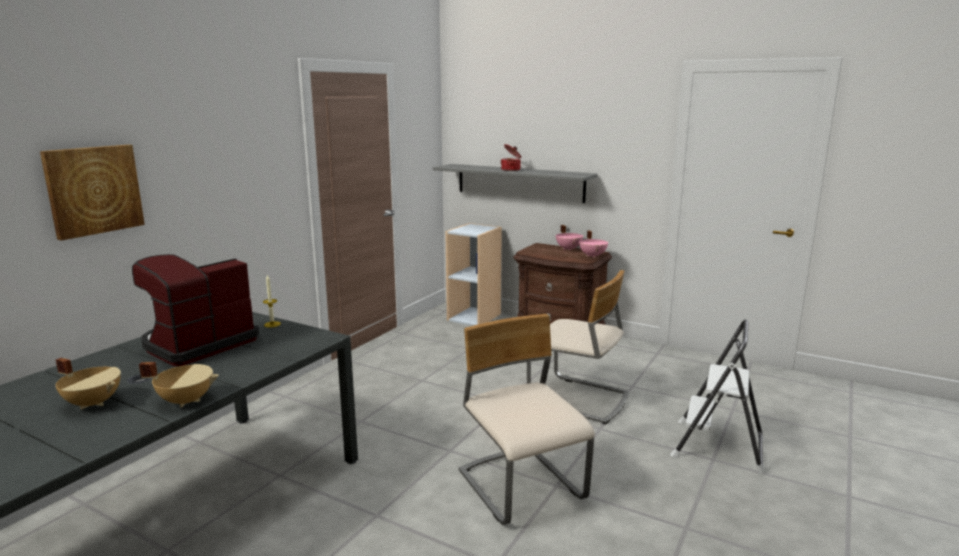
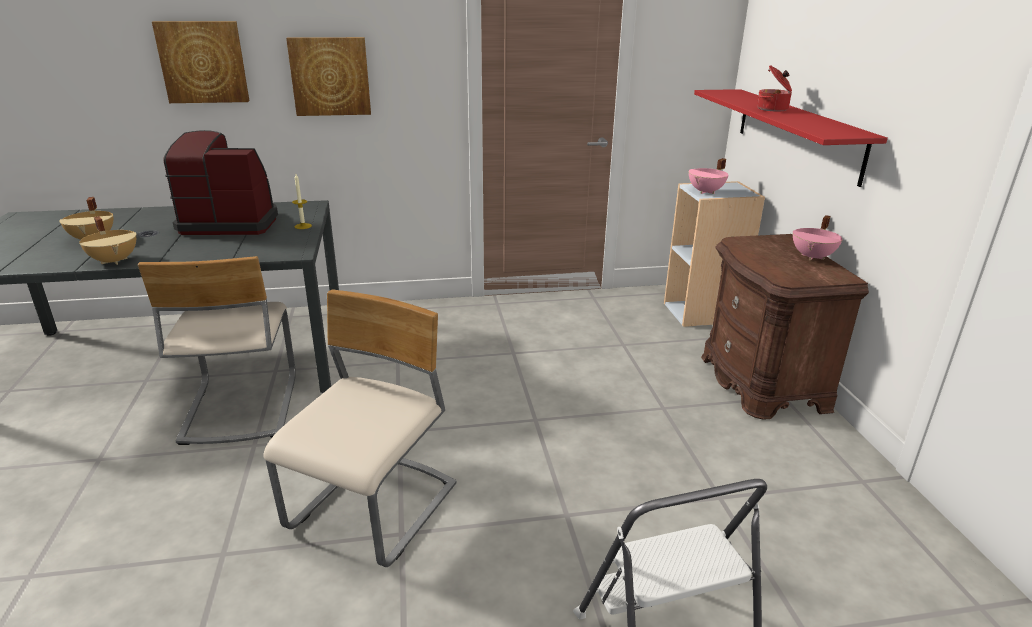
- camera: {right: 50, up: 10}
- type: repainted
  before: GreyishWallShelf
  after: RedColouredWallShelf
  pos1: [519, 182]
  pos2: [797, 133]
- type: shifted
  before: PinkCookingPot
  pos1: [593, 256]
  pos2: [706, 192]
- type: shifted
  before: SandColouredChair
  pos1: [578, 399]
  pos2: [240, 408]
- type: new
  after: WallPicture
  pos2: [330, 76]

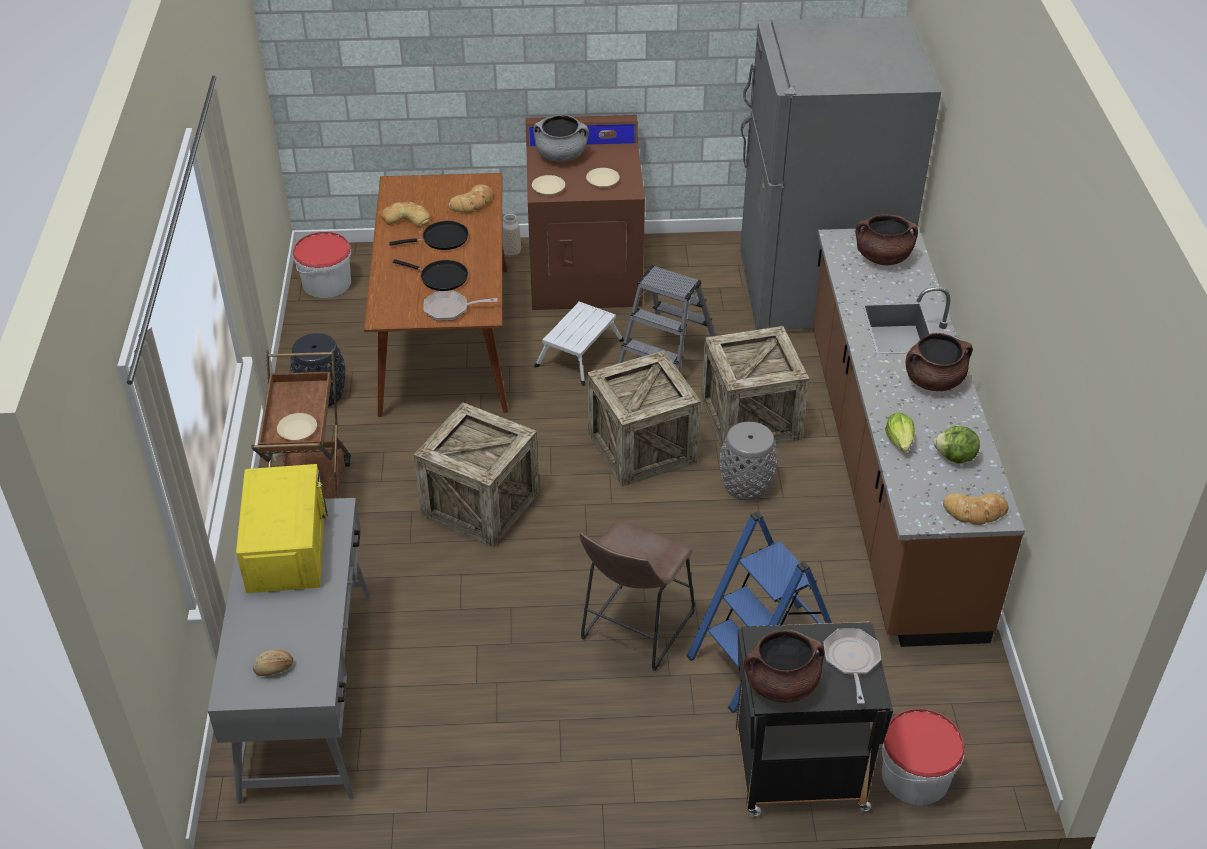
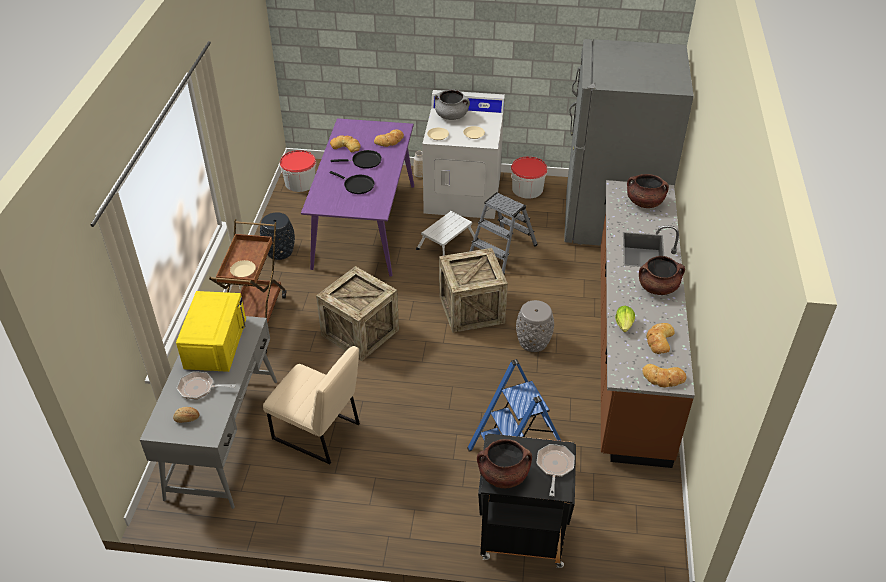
- camera: {right: 10, up: 0}
- type: repainted
  before: BrownColouredLaundryAppliance
  after: WhitishLaundryAppliance
  pos1: [585, 272]
  pos2: [463, 193]
- type: repainted
  before: BrownColouredDiningTable
  after: PurplishDiningTable
  pos1: [446, 339]
  pos2: [365, 226]
- type: shifted
  before: Skillet
  pos1: [450, 309]
  pos2: [199, 388]
- type: gone
  before: Crate
  pos1: [750, 418]
- type: swapped
  before: Lettuce
  after: Bread
  pos1: [955, 457]
  pos2: [659, 340]
- type: gone
  before: BrownColouredStoolSeat
  pos1: [633, 629]
- type: shifted
  before: Pail
  pos1: [915, 775]
  pos2: [527, 189]
- type: new
  after: SandColouredChair
  pos2: [318, 432]

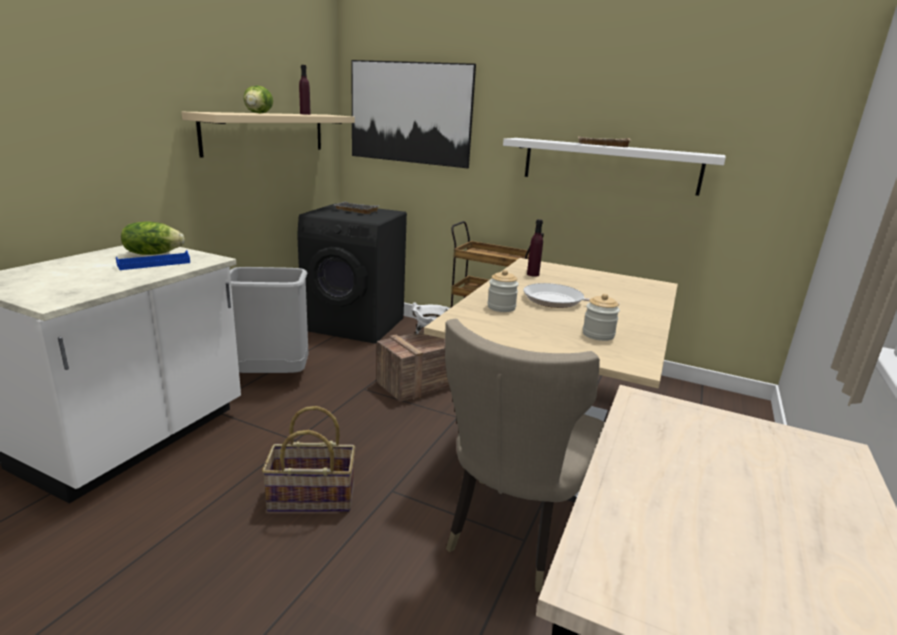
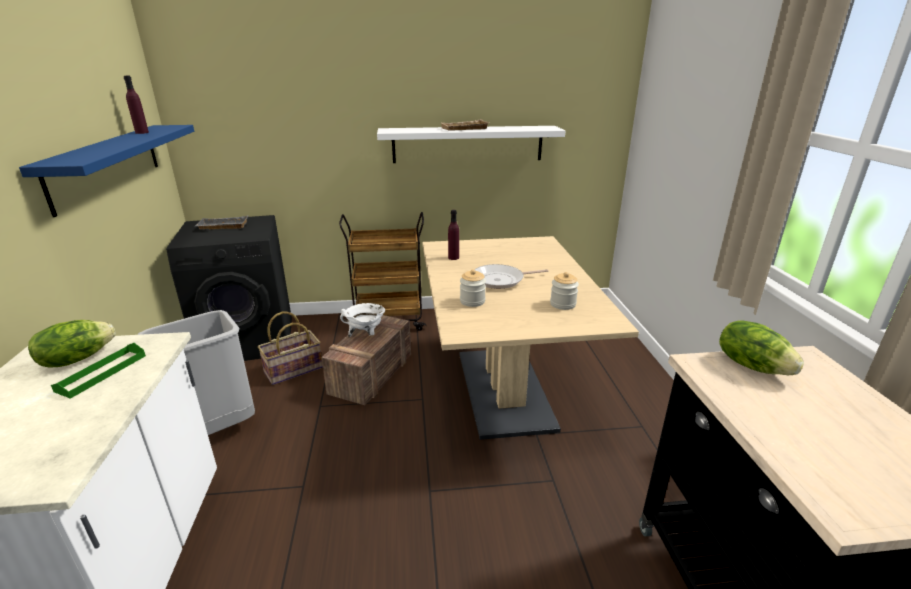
- camera: {right: -30, up: 5}
- type: gone
  before: WallPicture
  pos1: [409, 113]
- type: shifted
  before: Lettuce
  pos1: [259, 113]
  pos2: [752, 366]
- type: repainted
  before: SandColouredWallShelf
  after: BluishWallShelf
  pos1: [266, 133]
  pos2: [107, 165]
- type: repainted
  before: BluishServingTray
  after: GreenServingTray
  pos1: [154, 264]
  pos2: [102, 373]
- type: gone
  before: SandColouredChair
  pos1: [511, 535]
- type: shifted
  before: StorageBasket
  pos1: [311, 498]
  pos2: [293, 370]

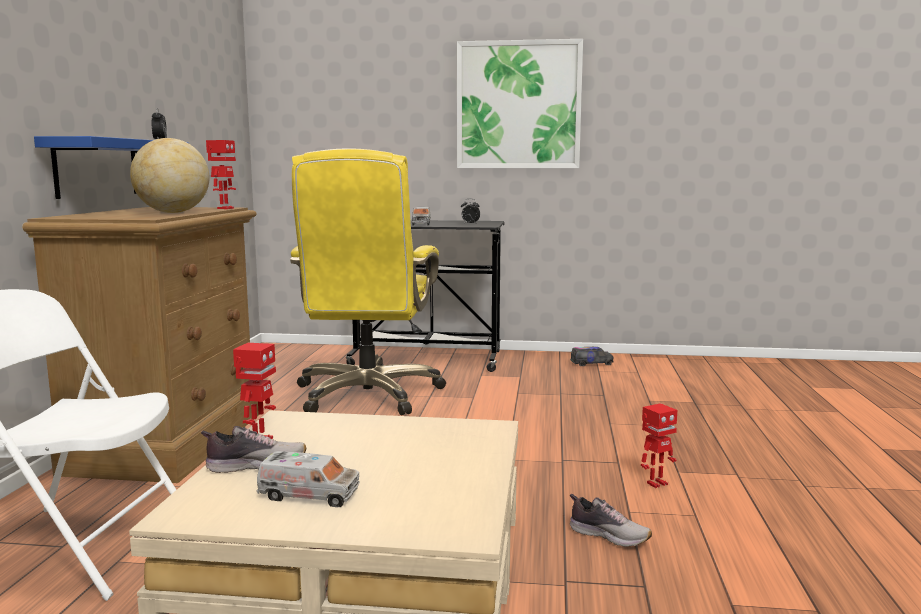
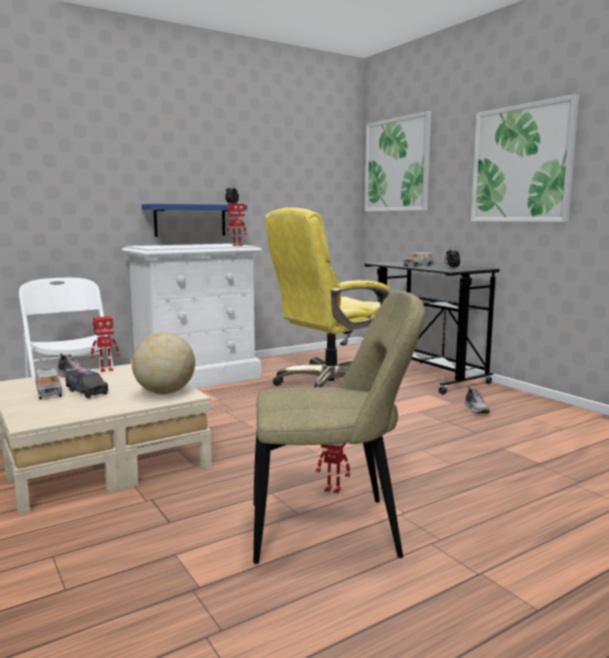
- camera: {right: 50, up: 0}
- type: shifted
  before: DeskGlobe
  pos1: [172, 212]
  pos2: [165, 392]
- type: repainted
  before: BrownColouredChestOfDrawers
  after: WhitishChestOfDrawers
  pos1: [170, 439]
  pos2: [196, 378]
- type: shifted
  before: ToyLorry
  pos1: [591, 363]
  pos2: [87, 392]
- type: shifted
  before: ItemOfFootwear
  pos1: [609, 535]
  pos2: [477, 410]
- type: new
  after: WallPicture
  pos2: [397, 165]
- type: new
  after: SandColouredChair
  pos2: [331, 530]

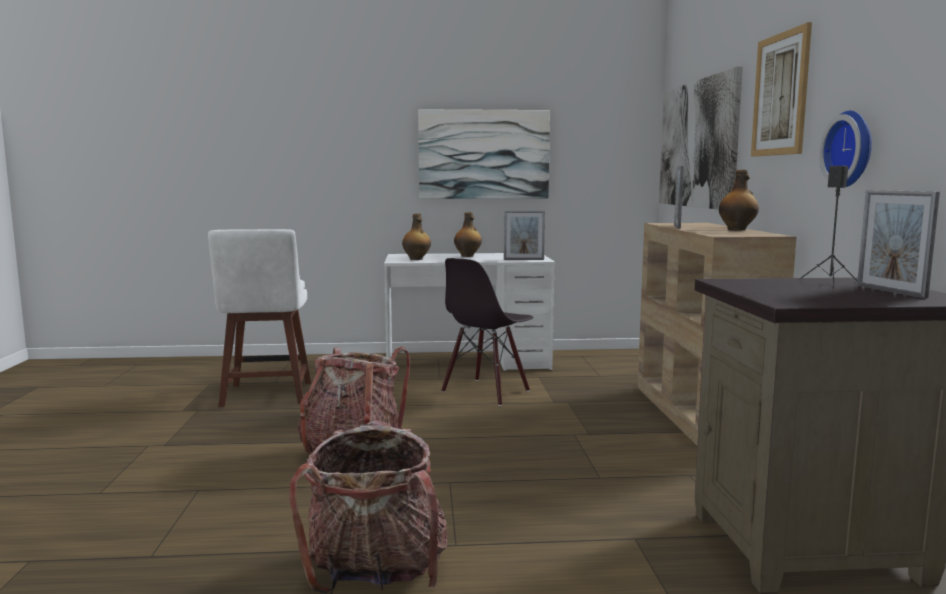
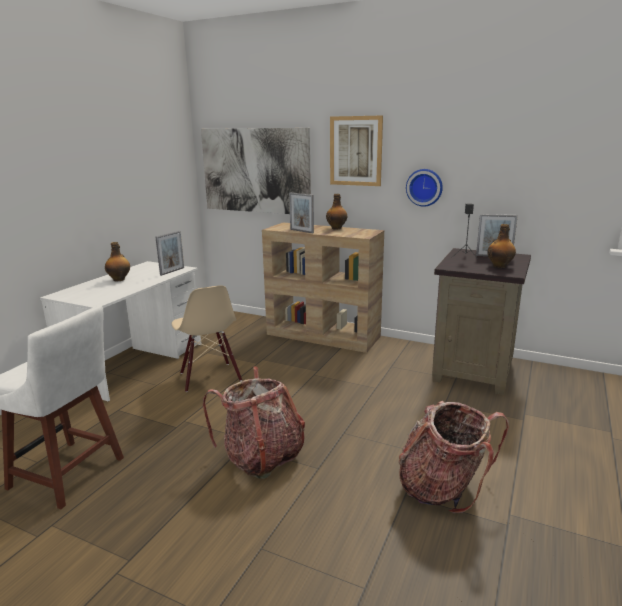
- camera: {right: -60, up: 10}
- type: gone
  before: WallPicture
  pos1: [484, 154]
- type: shifted
  before: BeverageBottle
  pos1: [416, 259]
  pos2: [500, 266]
- type: repainted
  before: BlackColouredChair
  after: SandColouredChair
  pos1: [486, 392]
  pos2: [209, 377]

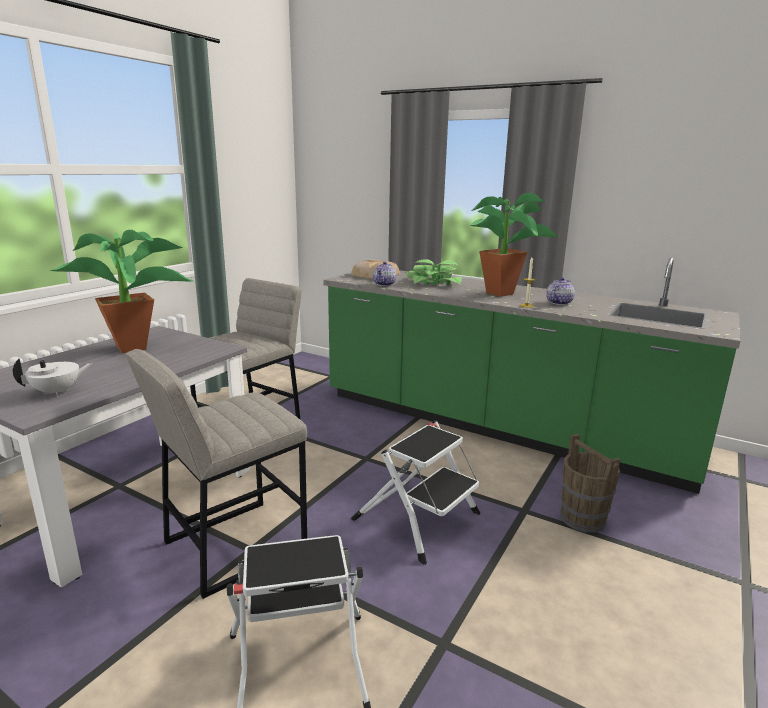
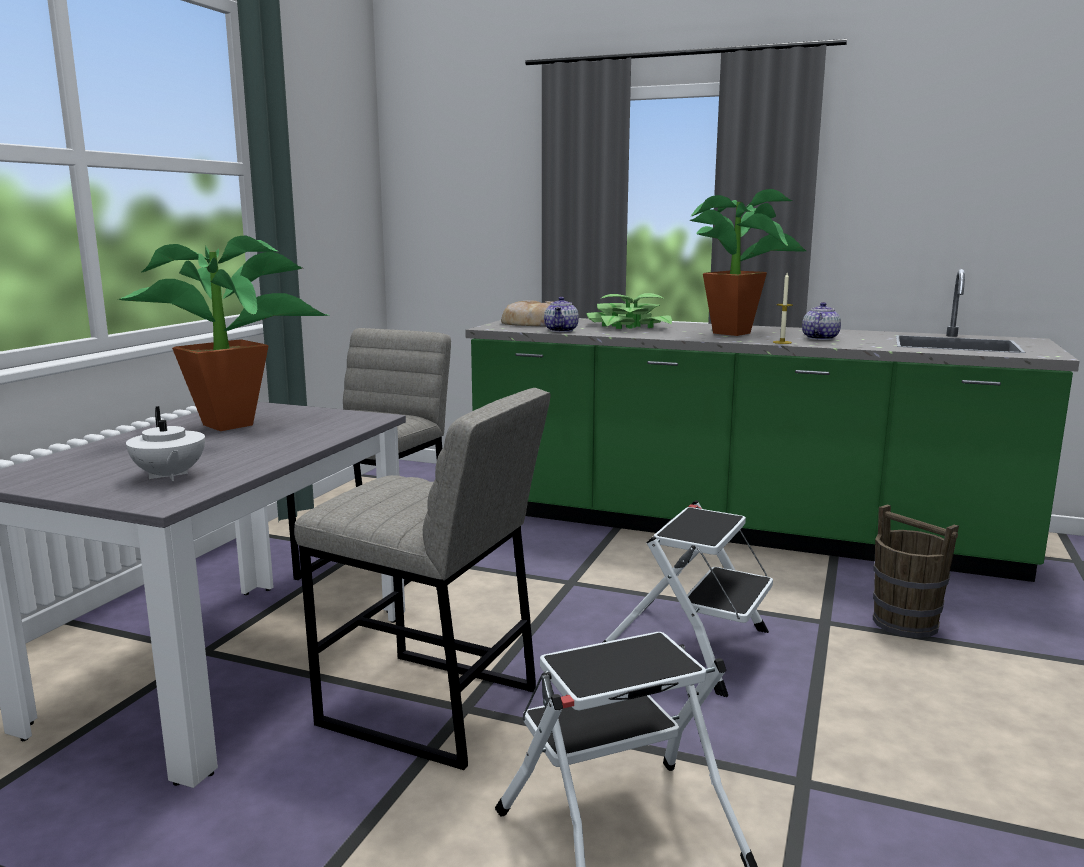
- camera: {right: -10, up: -5}
- type: rotated
  before: GreyishChair
  pos1: [232, 546]
  pos2: [434, 707]
  turn: -105
- type: rotated
  before: WhitishTeapot
  pos1: [57, 392]
  pos2: [169, 476]
  turn: 105

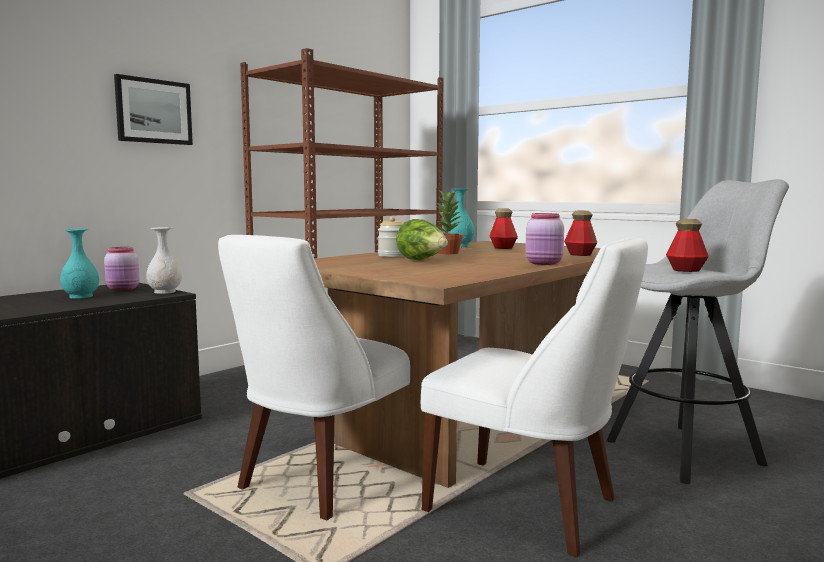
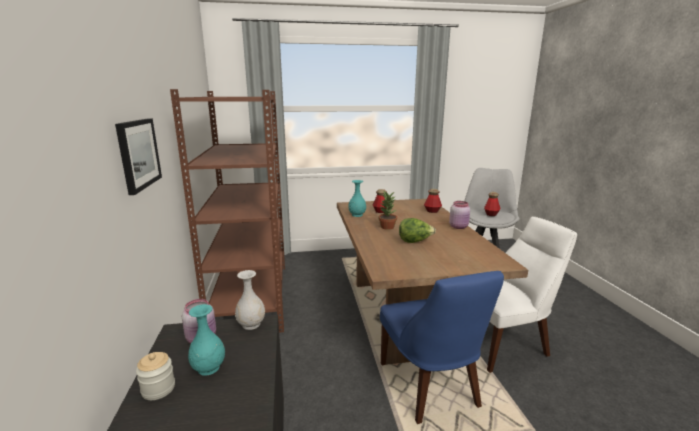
- camera: {right: -50, up: 10}
- type: shifted
  before: StorageJar
  pos1: [392, 255]
  pos2: [158, 389]
- type: repainted
  before: WhitishChair
  after: BluishChair
  pos1: [323, 479]
  pos2: [430, 387]

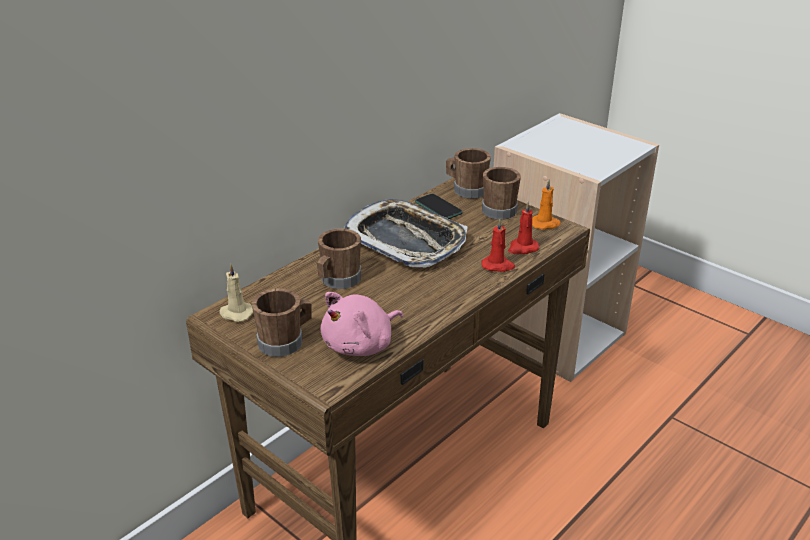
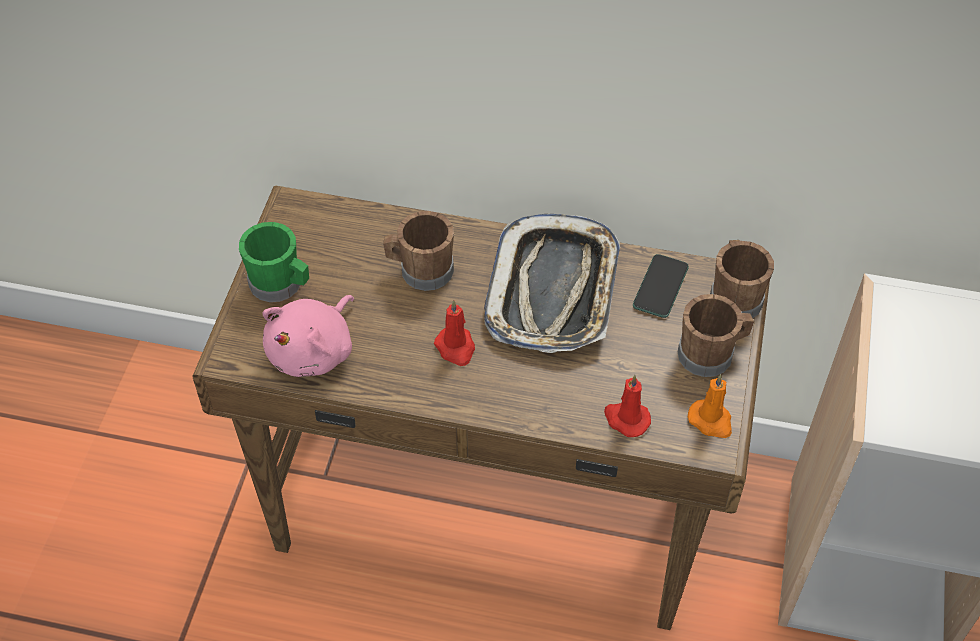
- camera: {right: 60, up: 20}
- type: shifted
  before: RedColouredWaxCandle
  pos1: [498, 266]
  pos2: [456, 348]
- type: gone
  before: SandColouredWaxCandle
  pos1: [235, 313]
- type: repainted
  before: BrownColouredCoffeeMug
  after: GreenCoffeeMug
  pos1: [285, 341]
  pos2: [281, 285]
- type: rotated
  before: PinkCuddlyToy
  pos1: [361, 345]
  pos2: [314, 351]
  turn: -75

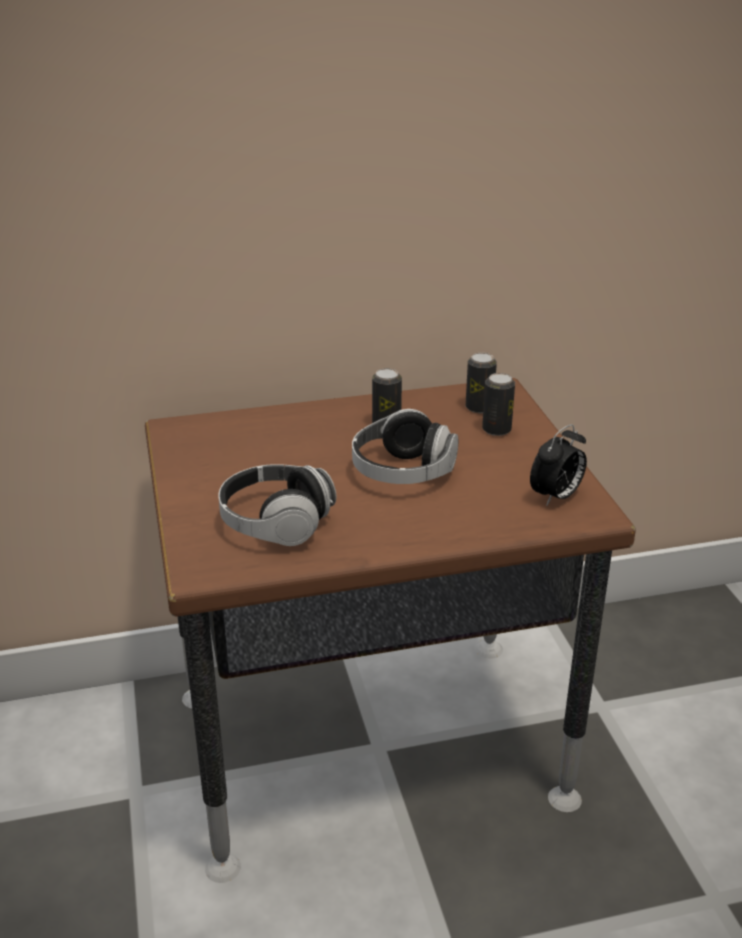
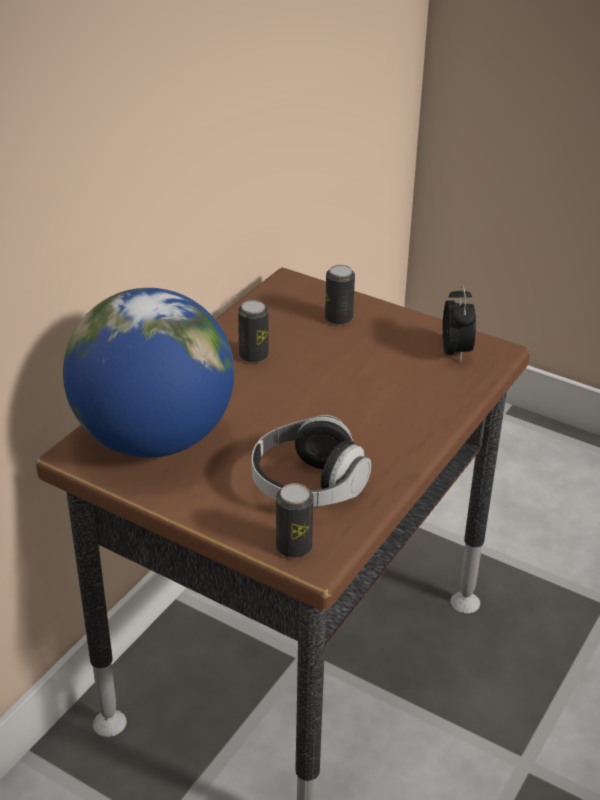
- camera: {right: -45, up: 5}
- type: shifted
  before: SealedCan
  pos1: [479, 407]
  pos2: [294, 547]
- type: gone
  before: Headphones
  pos1: [403, 472]
- type: new
  after: DeskGlobe
  pos2: [154, 439]

